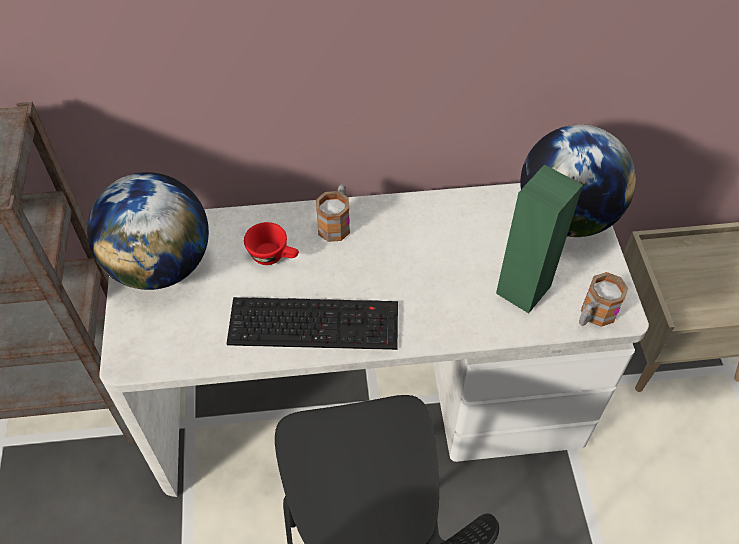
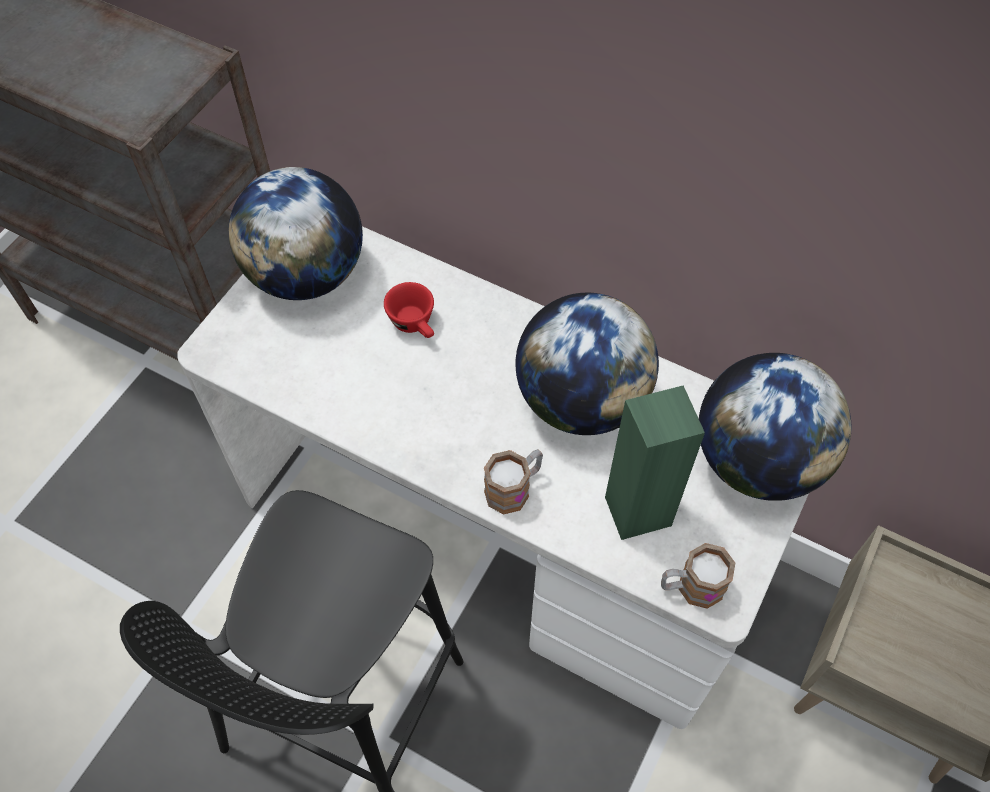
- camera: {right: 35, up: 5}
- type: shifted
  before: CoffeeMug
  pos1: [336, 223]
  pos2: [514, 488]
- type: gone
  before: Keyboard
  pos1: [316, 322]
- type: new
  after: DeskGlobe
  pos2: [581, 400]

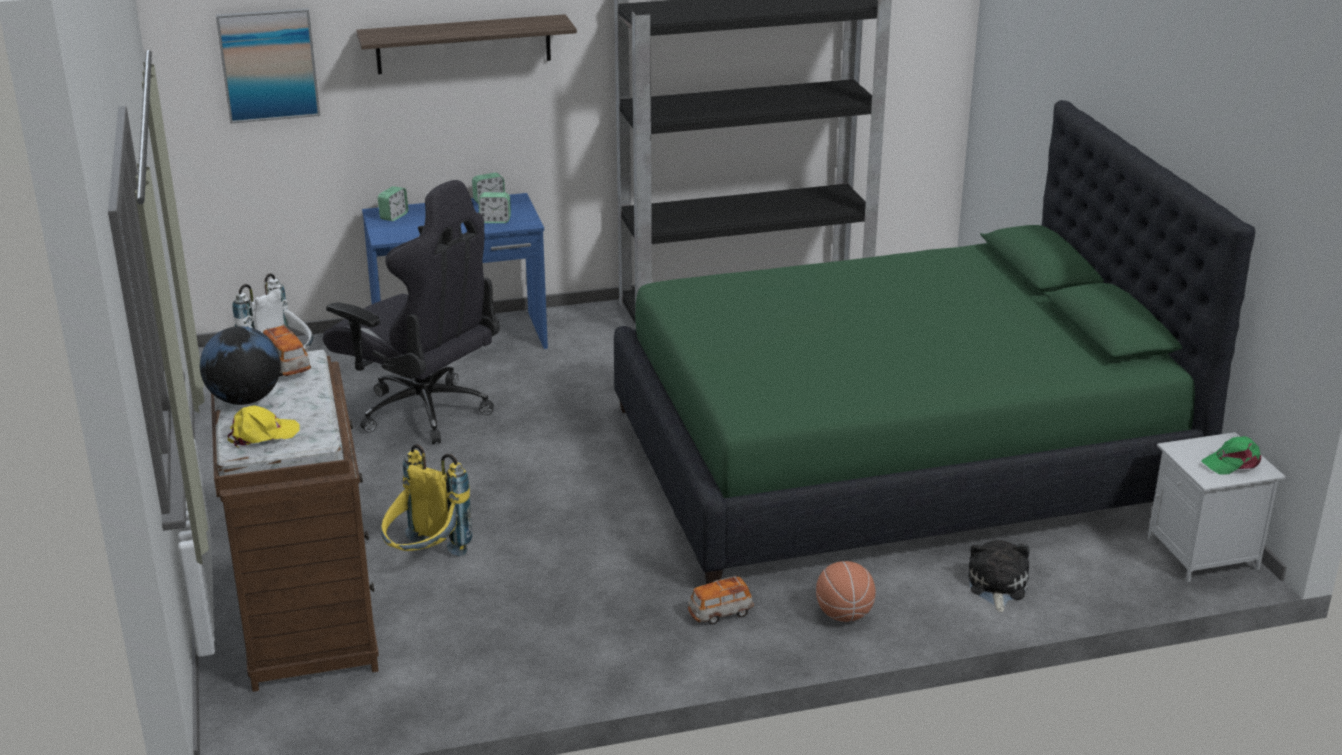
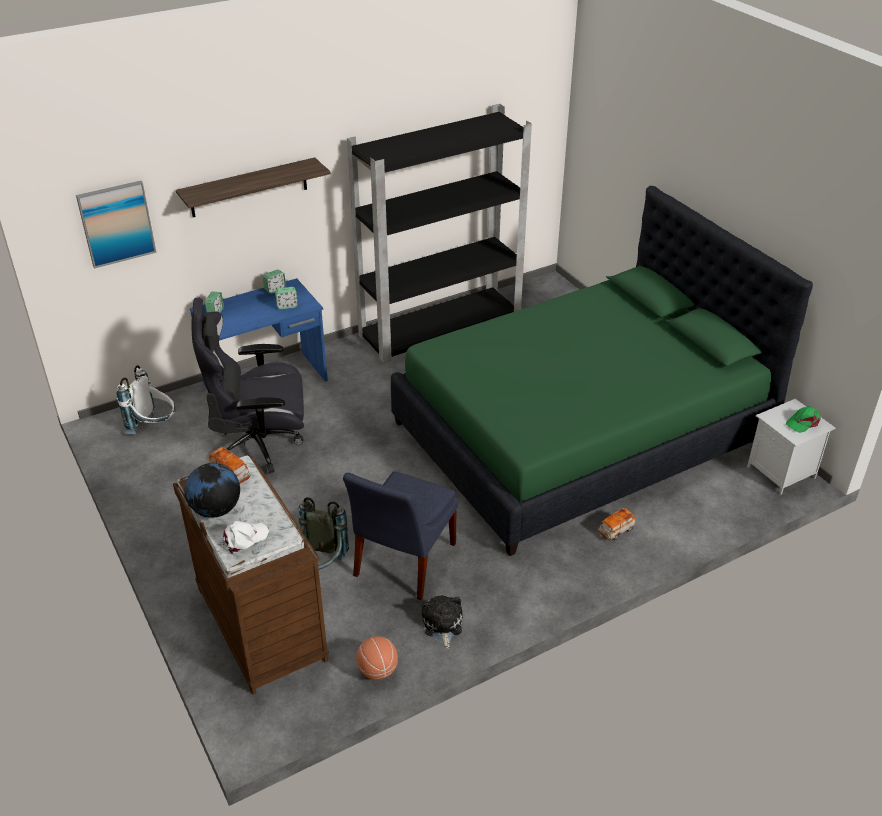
- camera: {right: -15, up: 10}
- type: rotated
  before: BlackColouredOfficeChair
  pos1: [418, 410]
  pos2: [263, 446]
  turn: 150
- type: repainted
  before: YellowishPeakedCap
  after: WhitishPeakedCap
  pos1: [262, 434]
  pos2: [244, 539]
- type: repainted
  before: YellowishRucksack
  after: GreyishRucksack
  pos1: [425, 559]
  pos2: [320, 566]
- type: shifted
  before: CuddlyToy
  pos1: [996, 587]
  pos2: [442, 625]
- type: shifted
  before: Basketball
  pos1: [844, 615]
  pos2: [377, 670]
- type: shifted
  before: MiniatureCar
  pos1: [720, 613]
  pos2: [616, 531]
- type: new
  after: BluishChair
  pos2: [402, 562]

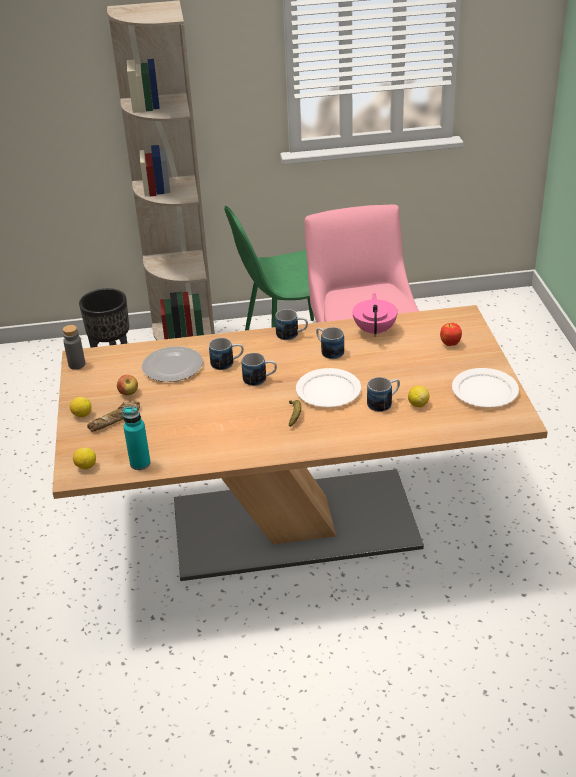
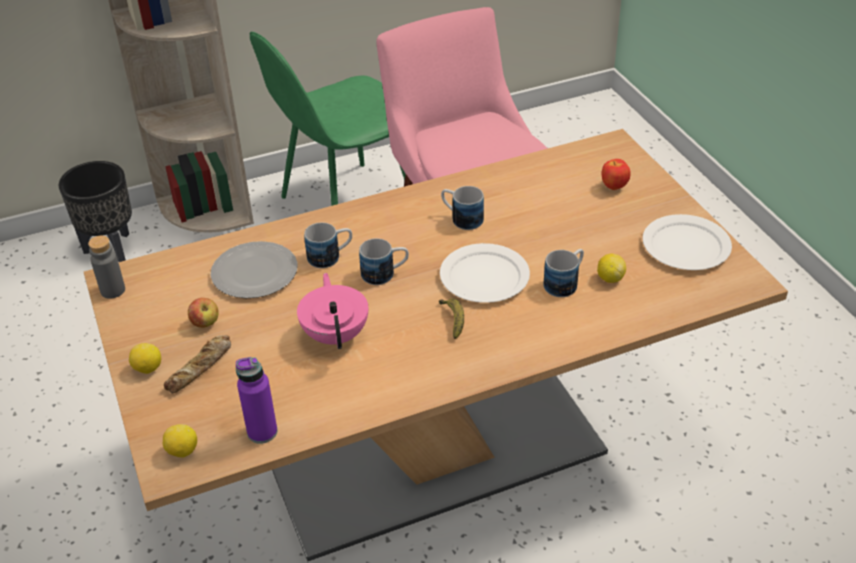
- camera: {right: -15, up: 5}
- type: shifted
  before: PinkTeapot
  pos1: [375, 330]
  pos2: [336, 334]
- type: gone
  before: CoffeeMug
  pos1: [292, 335]
- type: repainted
  before: TurquoiseBeverageBottle
  after: PurplishBeverageBottle
  pos1: [140, 463]
  pos2: [262, 432]

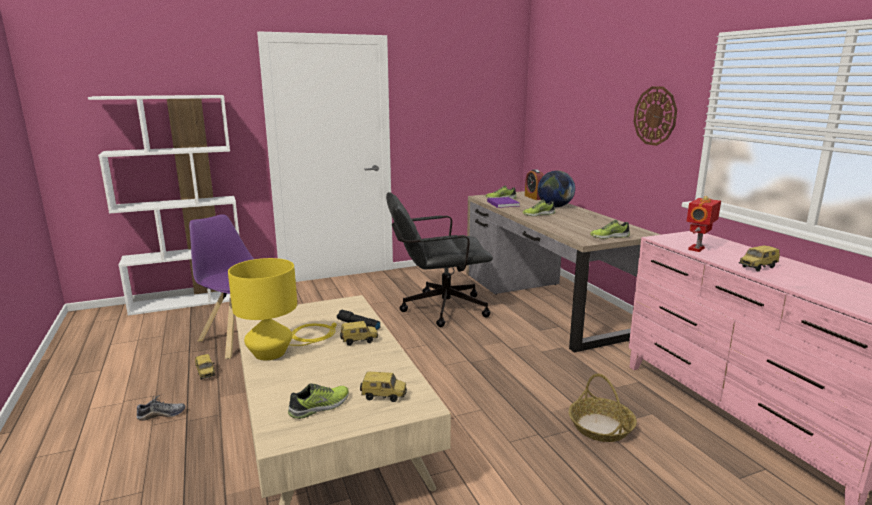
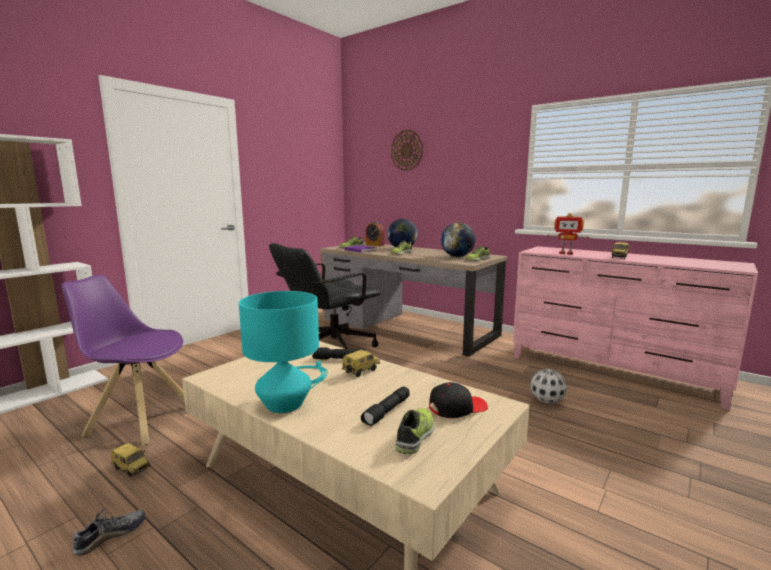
- camera: {right: -30, up: -5}
- type: shifted
  before: WallClock
  pos1: [655, 116]
  pos2: [407, 150]
- type: rotated
  before: RobotFigure
  pos1: [697, 249]
  pos2: [566, 253]
  turn: -75
- type: repainted
  before: YellowishLampForATable
  after: TurquoiseLampForATable
  pos1: [287, 345]
  pos2: [293, 392]
- type: swapped
  before: MiniatureCar
  after: BlackColouredPeakedCap
  pos1: [384, 396]
  pos2: [457, 408]
- type: swapped
  before: StorageBasket
  after: BallForFootball
  pos1: [601, 427]
  pos2: [547, 401]
- type: new
  after: DeskGlobe
  pos2: [457, 256]
- type: new
  after: BlackColouredFlashlight
  pos2: [387, 412]

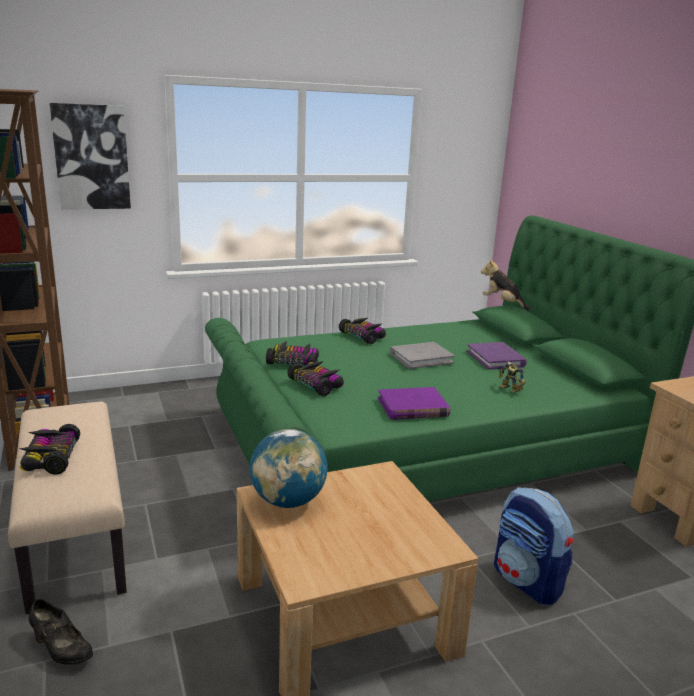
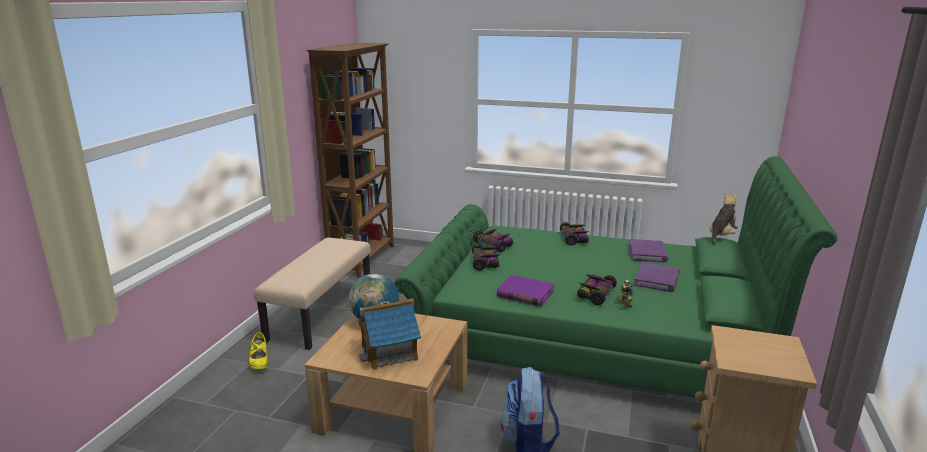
- camera: {right: 40, up: 0}
- type: gone
  before: WallPicture
  pos1: [91, 157]
- type: rotated
  before: CuddlyToy
  pos1: [502, 303]
  pos2: [721, 236]
  turn: 45
- type: gone
  before: GreyishBook
  pos1: [421, 358]
- type: shifted
  before: MiniatureCar
  pos1: [50, 458]
  pos2: [595, 294]
- type: repainted
  before: BlackColouredItemOfFootwear
  after: YellowishItemOfFootwear
  pos1: [61, 650]
  pos2: [259, 362]
- type: new
  after: PurplishBook
  pos2: [647, 253]
- type: new
  after: MiniatureHouse
  pos2: [389, 352]

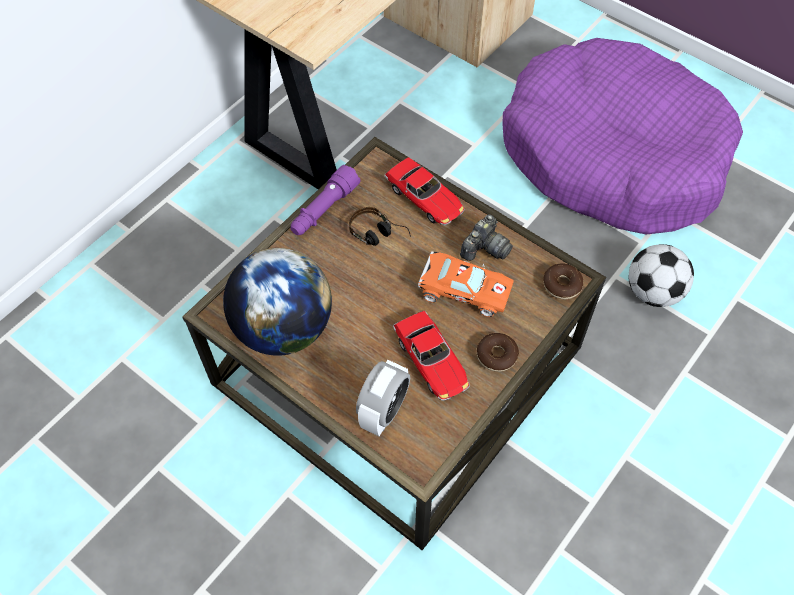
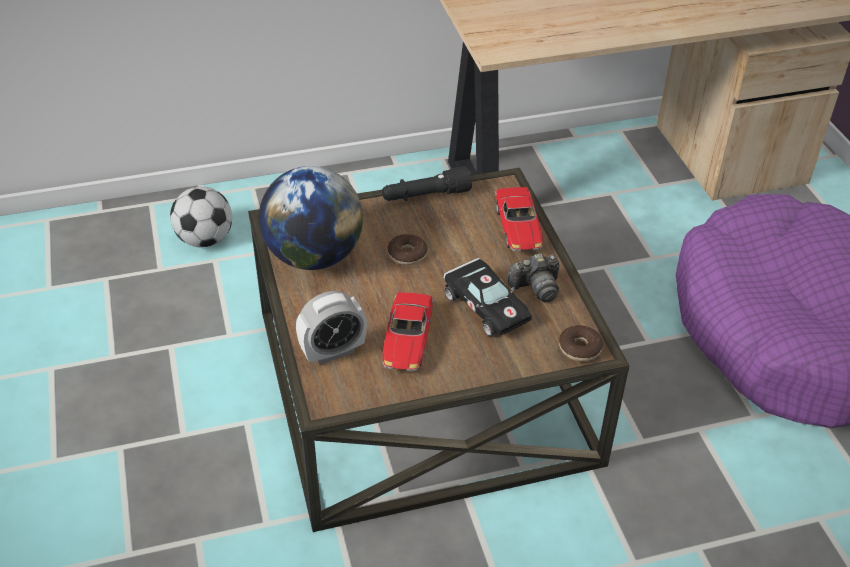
- camera: {right: 35, up: -15}
- type: repainted
  before: PurplishFlashlight
  after: BlackColouredFlashlight
  pos1: [324, 210]
  pos2: [425, 196]
- type: gone
  before: Headphones
  pos1: [379, 235]
- type: shifted
  before: BallForFootball
  pos1: [653, 292]
  pos2: [205, 239]
- type: repainted
  before: OrangeMiniatureCar
  after: BlackColouredMiniatureCar
  pos1: [461, 290]
  pos2: [484, 305]
- type: shifted
  before: RingDoughnut
  pos1: [496, 355]
  pos2: [407, 254]

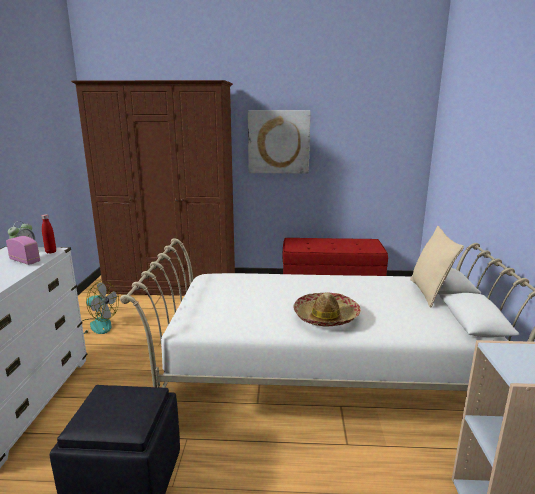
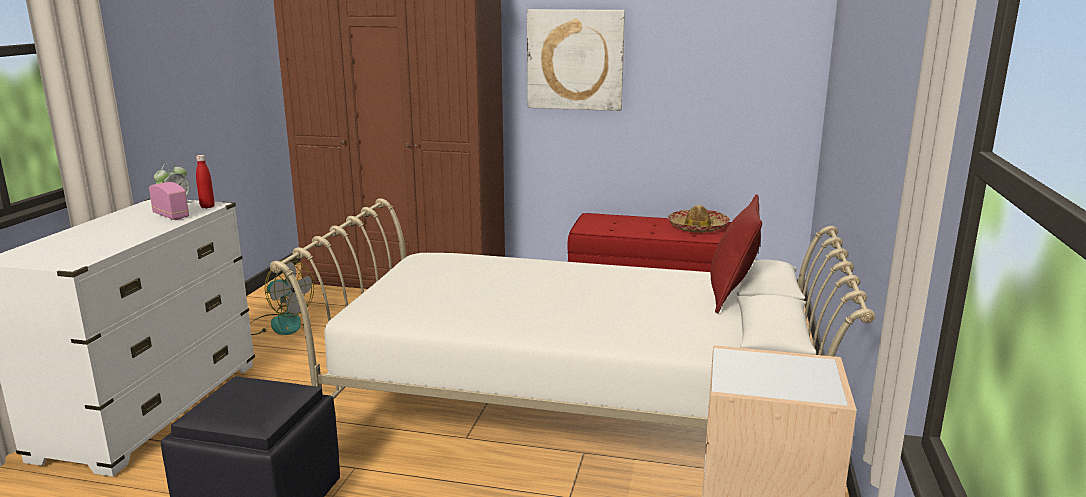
- camera: {right: 10, up: 0}
- type: repainted
  before: SandColouredThrowPillow
  after: RedColouredThrowPillow
  pos1: [429, 293]
  pos2: [731, 295]
- type: shifted
  before: Hat
  pos1: [326, 316]
  pos2: [697, 228]

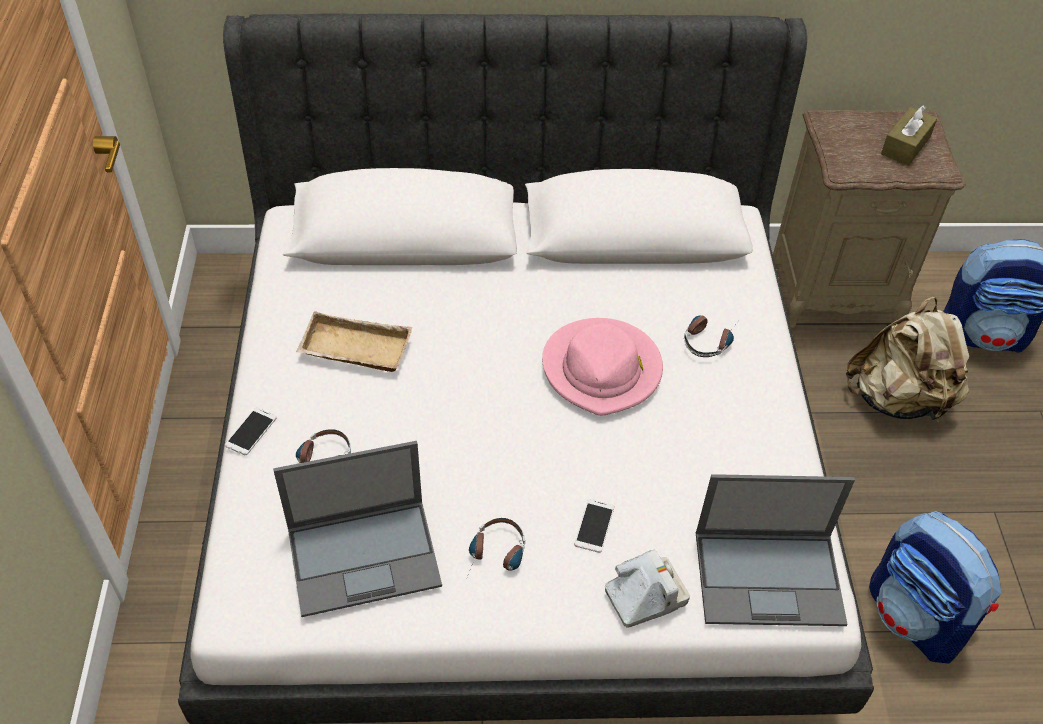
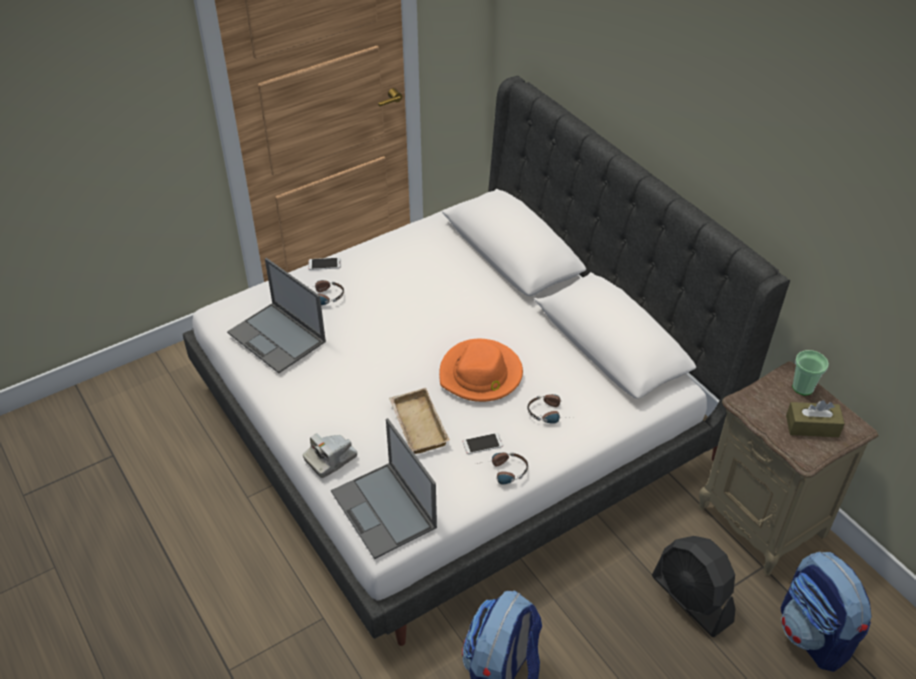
- camera: {right: 60, up: -5}
- type: swapped
  before: SandColouredRucksack
  after: BlackColouredCoolingFan
  pos1: [898, 399]
  pos2: [691, 599]
- type: shifted
  before: SandColouredServingTray
  pos1: [353, 350]
  pos2: [416, 425]
- type: repainted
  before: PinkHat
  after: OrangeHat
  pos1: [602, 369]
  pos2: [481, 374]
- type: shifted
  before: Handset
  pos1: [594, 526]
  pos2: [482, 444]
- type: shifted
  before: Headphones
  pos1: [496, 557]
  pos2: [502, 472]
- type: rotated
  before: StillCamera
  pos1: [645, 597]
  pos2: [331, 459]
  turn: 105
- type: new
  after: DrinkingCup
  pos2: [803, 387]

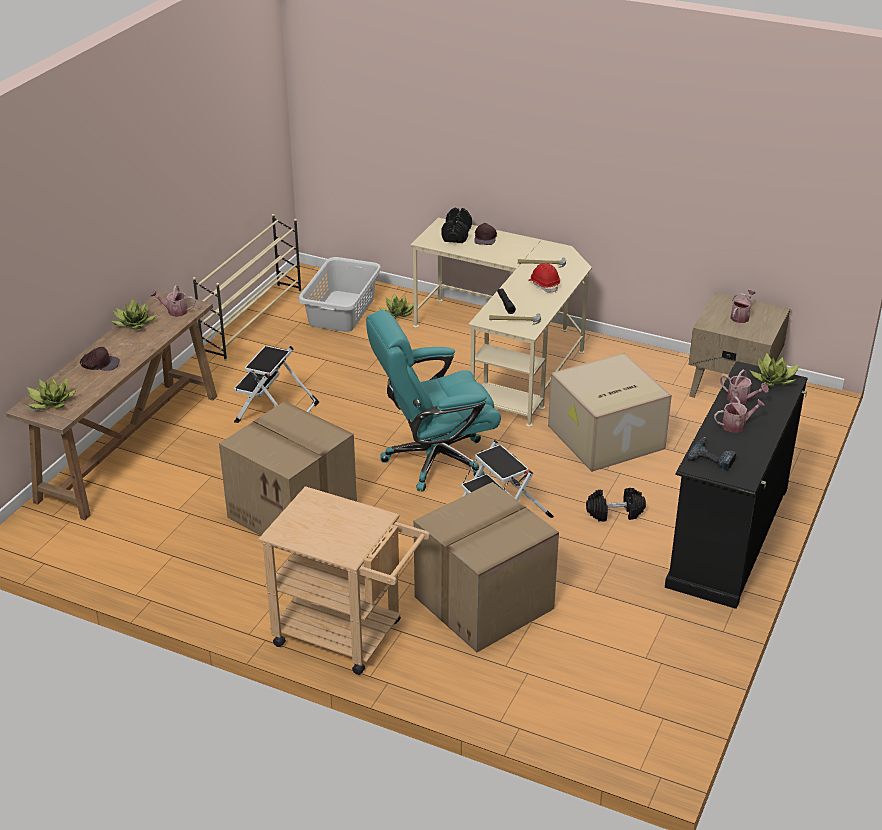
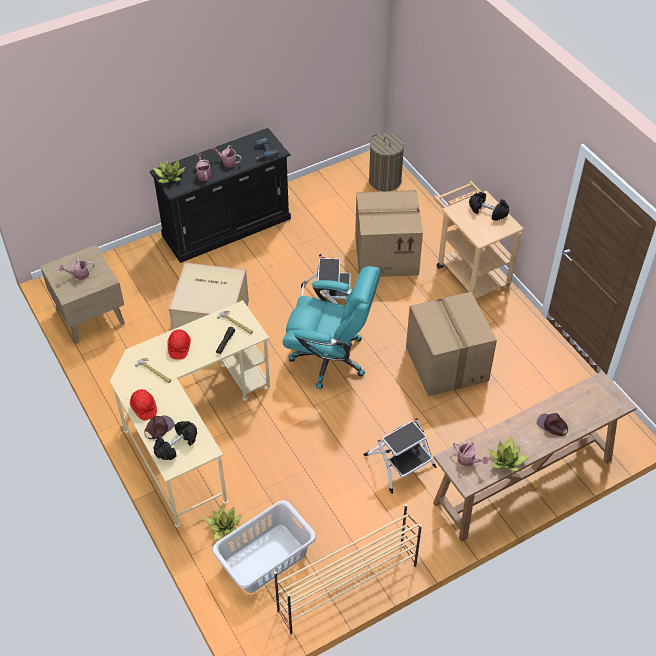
- camera: {right: -145, up: 15}
- type: gone
  before: PlantInAPot
  pos1: [50, 403]
- type: shifted
  before: BlackColouredFreeWeight
  pos1: [615, 513]
  pos2: [487, 212]
- type: new
  after: WashingBasket
  pos2: [385, 180]
- type: new
  after: RedColouredHardHat
  pos2: [143, 408]

